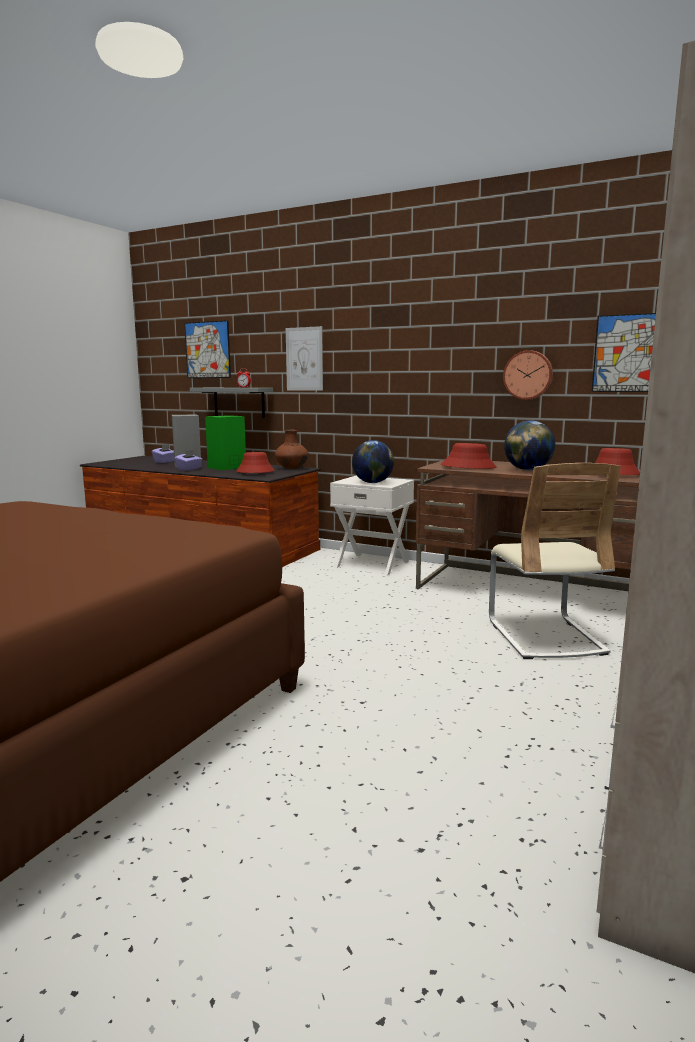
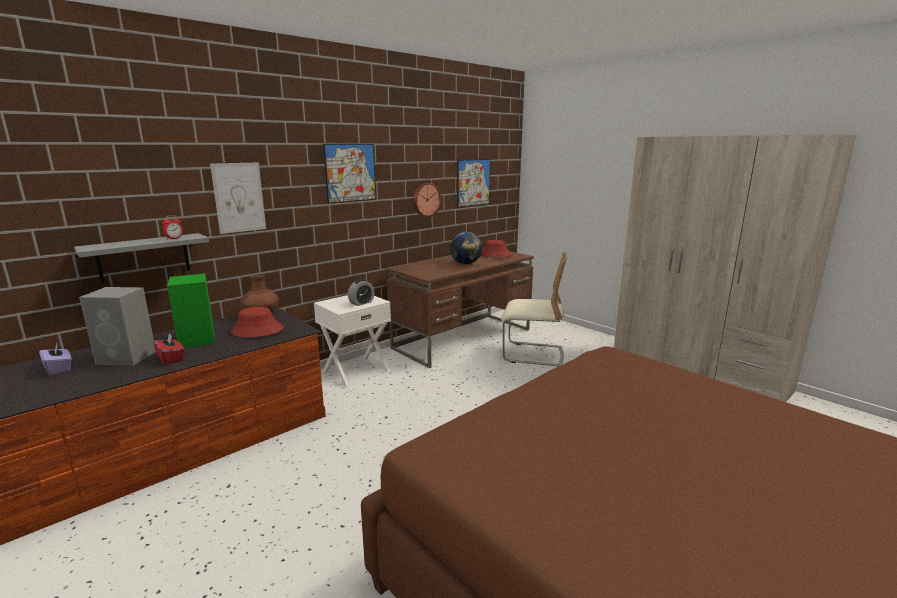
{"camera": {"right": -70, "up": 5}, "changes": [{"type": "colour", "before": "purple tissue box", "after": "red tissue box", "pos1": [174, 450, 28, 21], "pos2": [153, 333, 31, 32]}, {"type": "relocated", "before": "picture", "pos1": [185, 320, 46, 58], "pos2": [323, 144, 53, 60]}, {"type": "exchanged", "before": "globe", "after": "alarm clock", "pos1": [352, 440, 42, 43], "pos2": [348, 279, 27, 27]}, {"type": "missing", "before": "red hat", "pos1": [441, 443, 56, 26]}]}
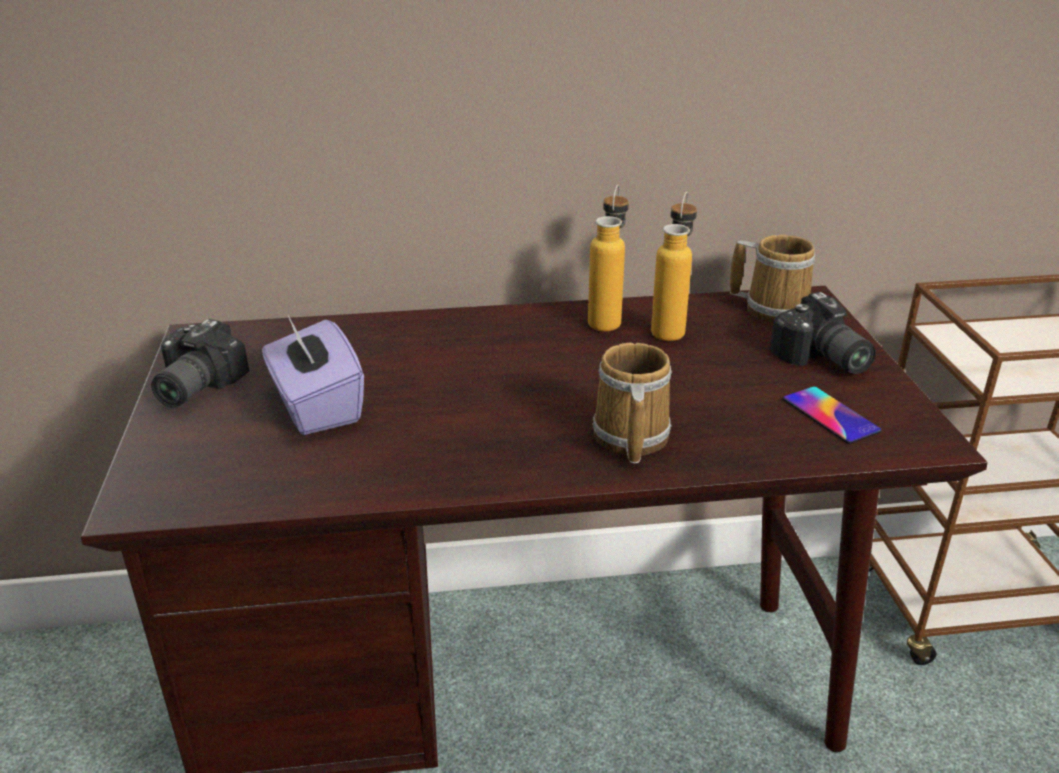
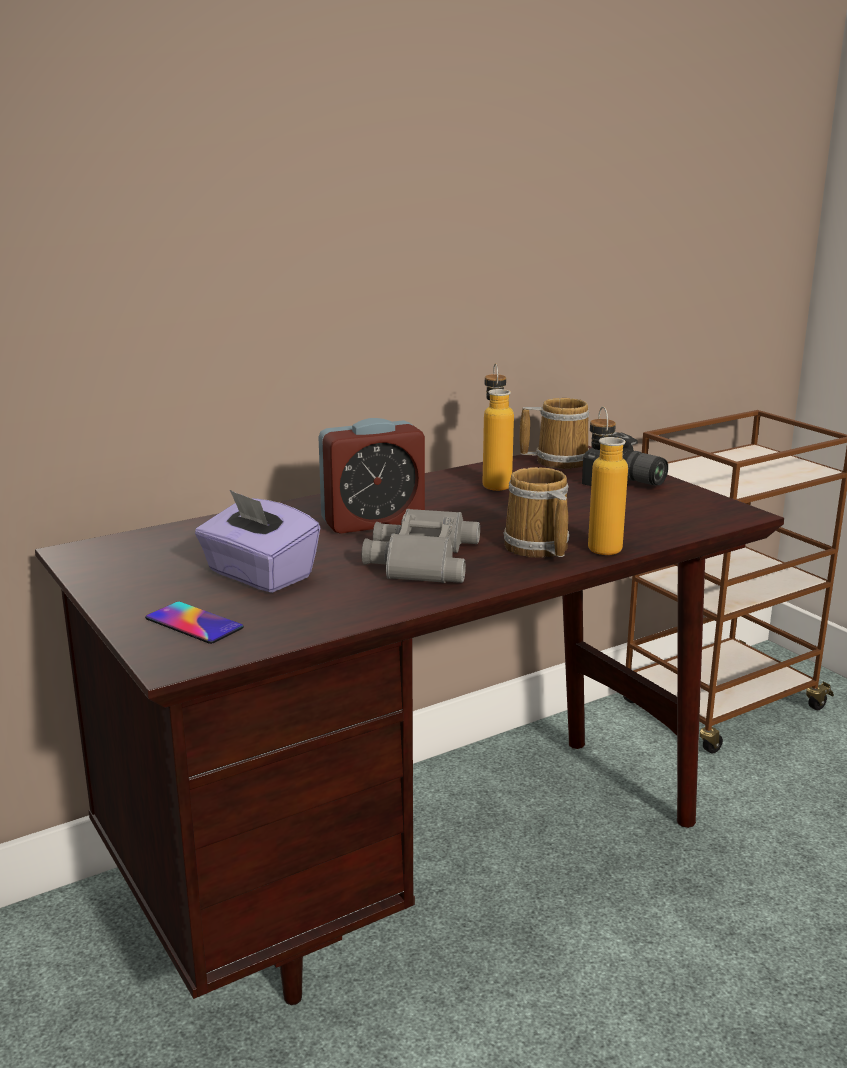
{"camera": {"right": -25, "up": -10}, "changes": [{"type": "relocated", "before": "phone", "pos1": [783, 387, 99, 57], "pos2": [145, 602, 99, 42]}, {"type": "appeared", "after": "alarm clock", "pos2": [318, 418, 107, 116]}, {"type": "appeared", "after": "grey binoculars", "pos2": [361, 509, 119, 74]}, {"type": "relocated", "before": "bottle", "pos1": [588, 184, 41, 148], "pos2": [588, 406, 40, 149]}, {"type": "missing", "before": "photo camera", "pos1": [151, 319, 98, 89]}]}
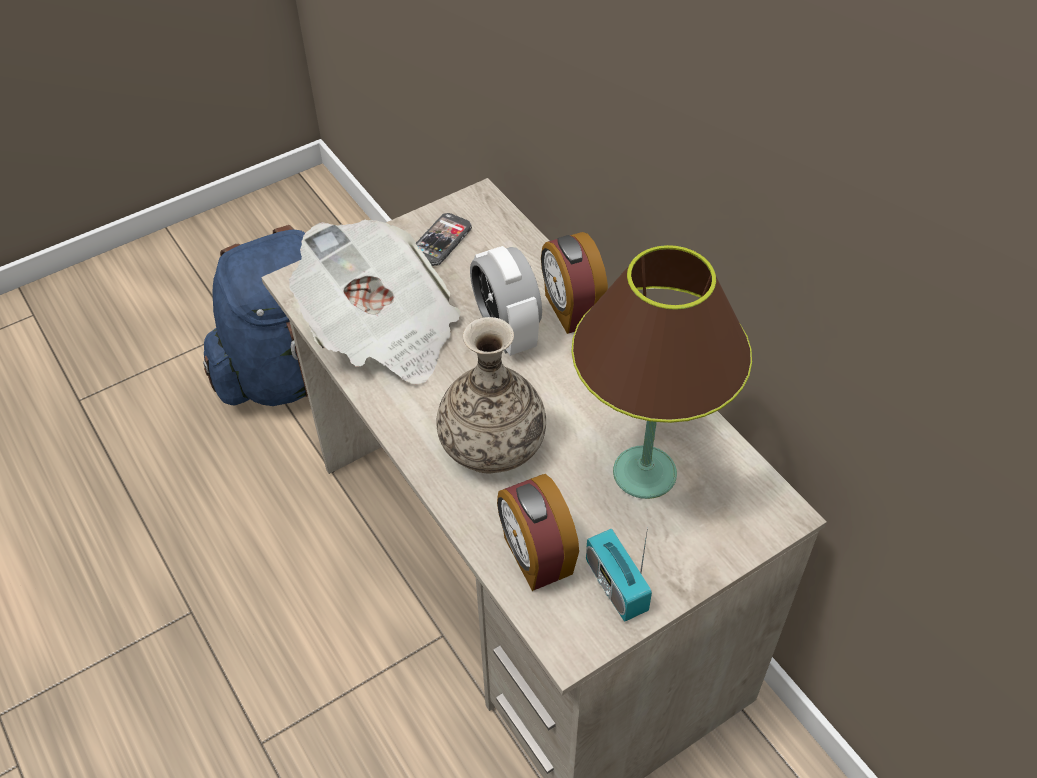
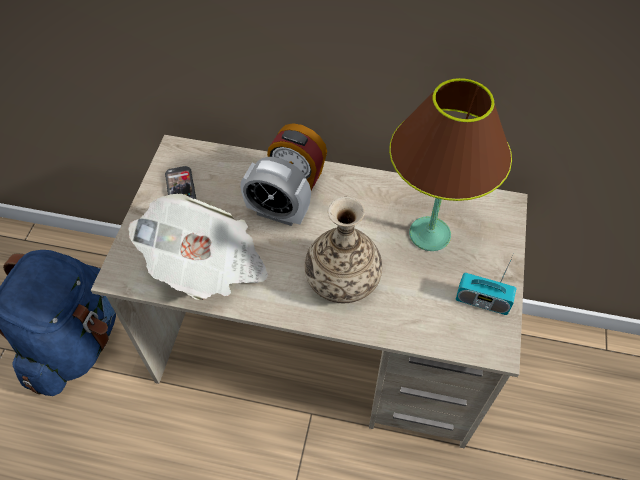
{"camera": {"right": -45, "up": 5}, "changes": [{"type": "missing", "before": "alarm clock", "pos1": [497, 474, 82, 117]}]}
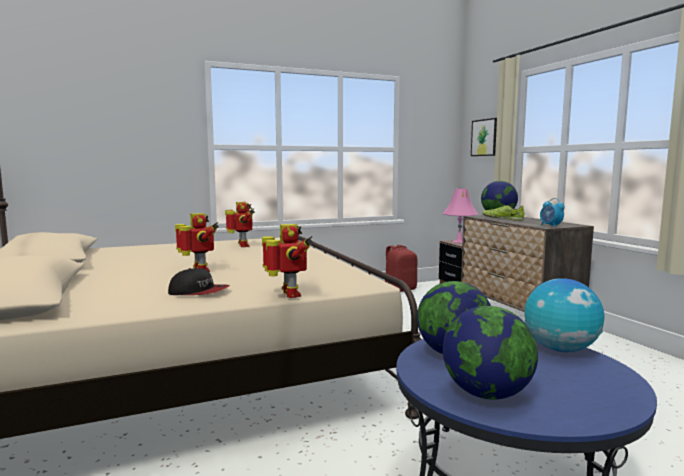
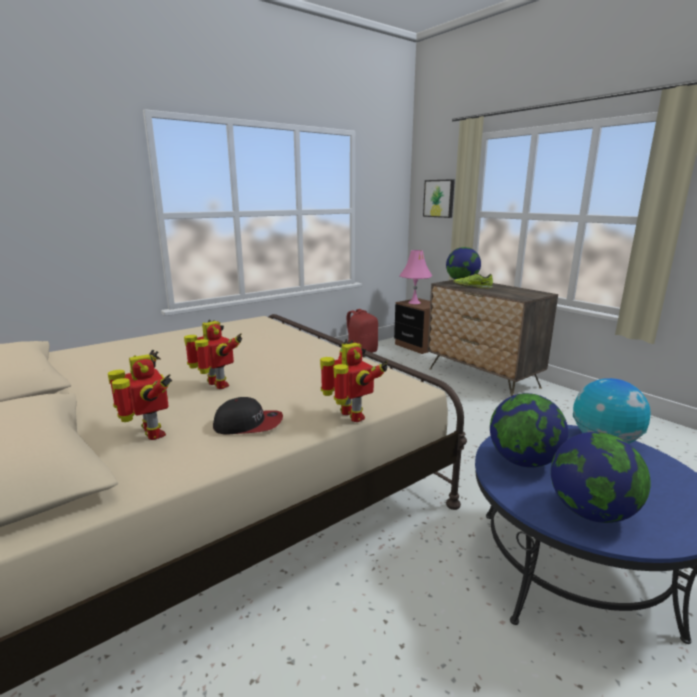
{"camera": {"right": -15, "up": 10}, "changes": [{"type": "relocated", "before": "toy robot", "pos1": [225, 202, 30, 45], "pos2": [108, 349, 64, 91]}, {"type": "missing", "before": "alarm clock", "pos1": [540, 198, 25, 29]}]}
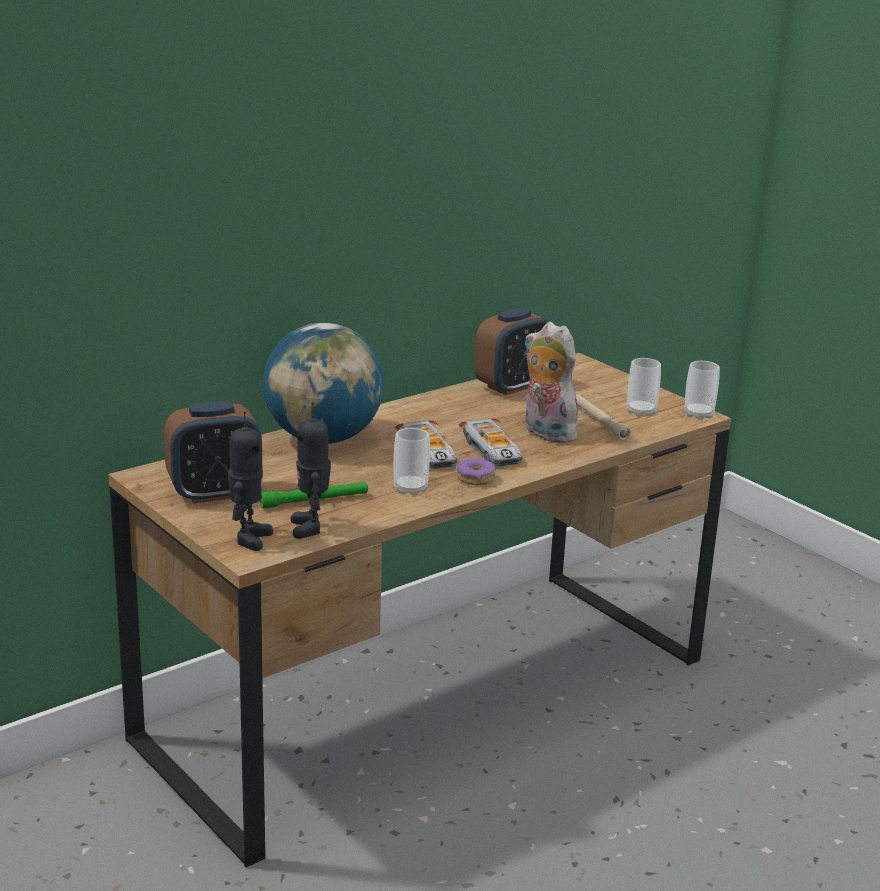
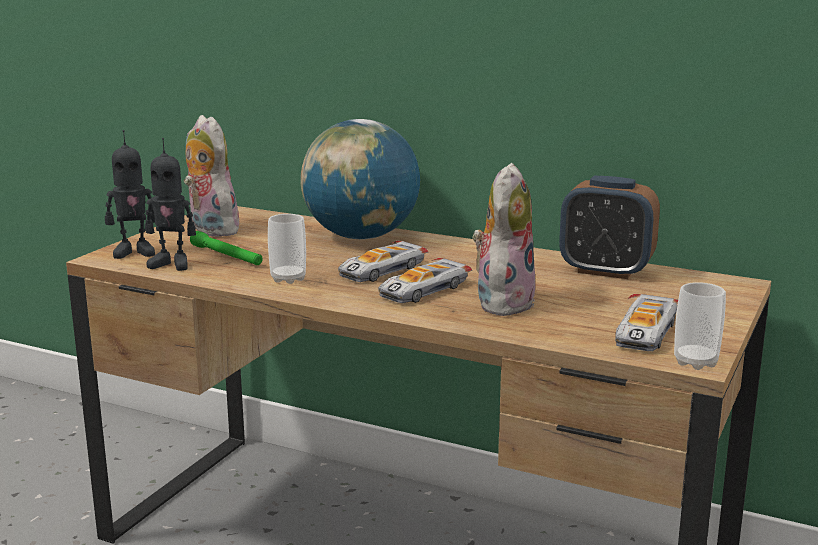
{"camera": {"right": 65, "up": -5}, "changes": [{"type": "spun", "before": "toy robot", "pos1": [291, 402, 40, 137], "pos2": [145, 138, 51, 133], "turn": -135}, {"type": "exchanged", "before": "alarm clock", "after": "plush toy", "pos1": [164, 401, 98, 102], "pos2": [184, 115, 55, 122]}, {"type": "exchanged", "before": "cup", "after": "toy car", "pos1": [627, 358, 34, 59], "pos2": [615, 294, 63, 57]}, {"type": "missing", "before": "donut", "pos1": [457, 458, 39, 27]}, {"type": "missing", "before": "beige flashlight", "pos1": [576, 395, 55, 46]}]}
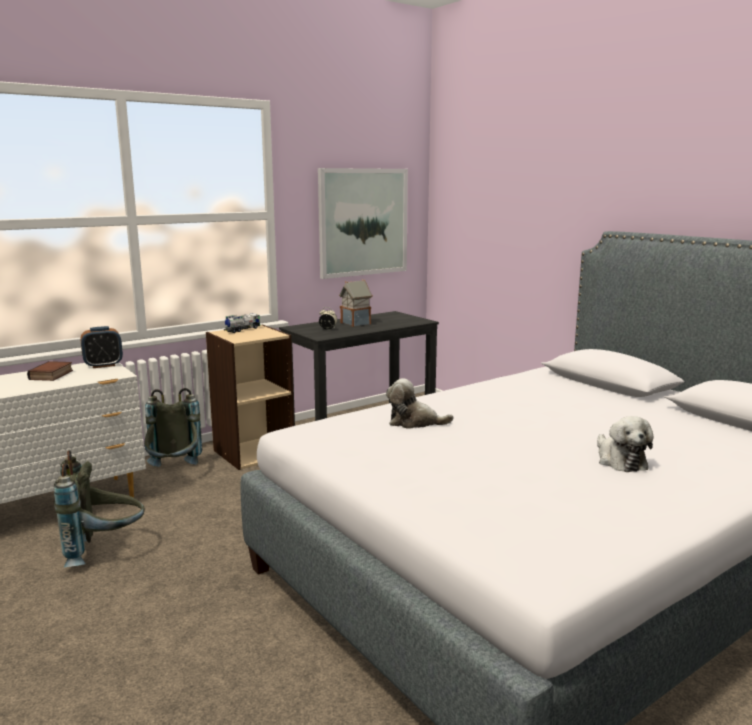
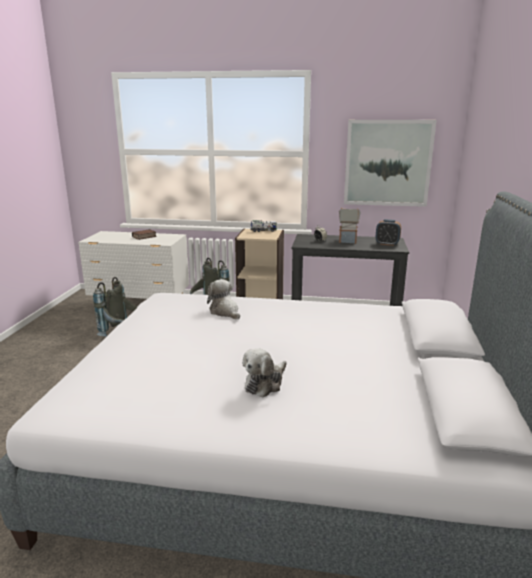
{"camera": {"right": 45, "up": 5}, "changes": [{"type": "relocated", "before": "alarm clock", "pos1": [81, 326, 42, 42], "pos2": [376, 219, 25, 27]}]}
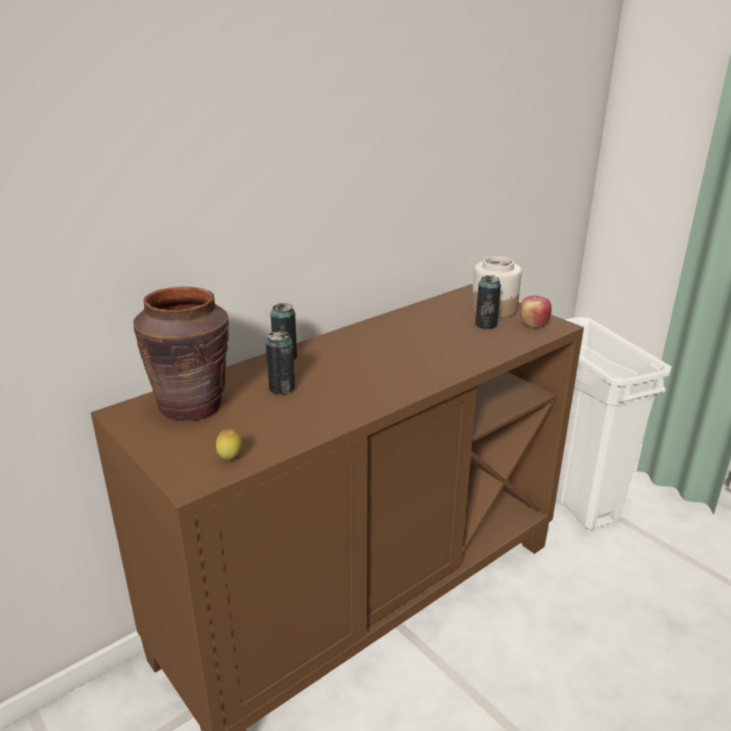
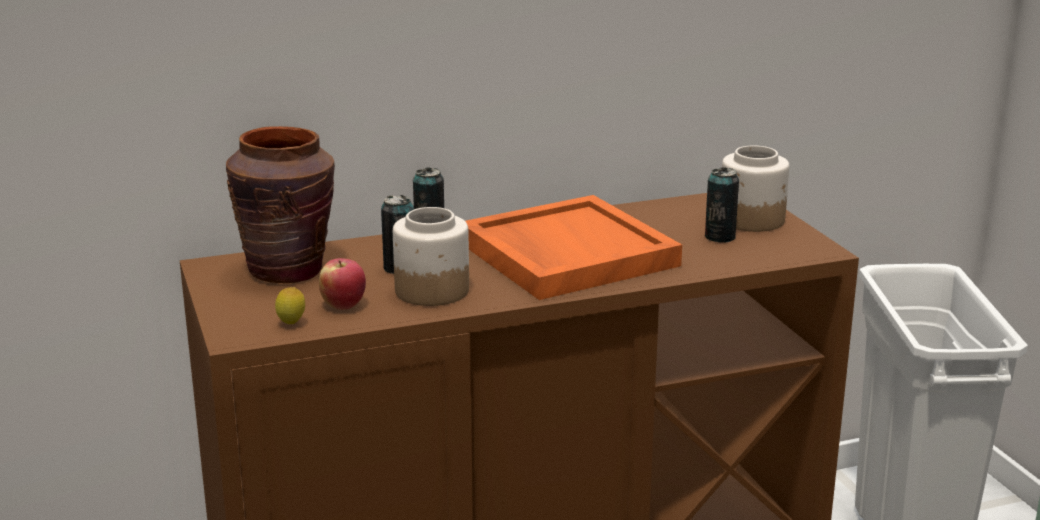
{"camera": {"right": 20, "up": -5}, "changes": [{"type": "relocated", "before": "apple", "pos1": [520, 295, 31, 33], "pos2": [319, 258, 47, 52]}, {"type": "appeared", "after": "jar", "pos2": [393, 207, 76, 99]}, {"type": "appeared", "after": "orange tray", "pos2": [465, 195, 217, 105]}]}
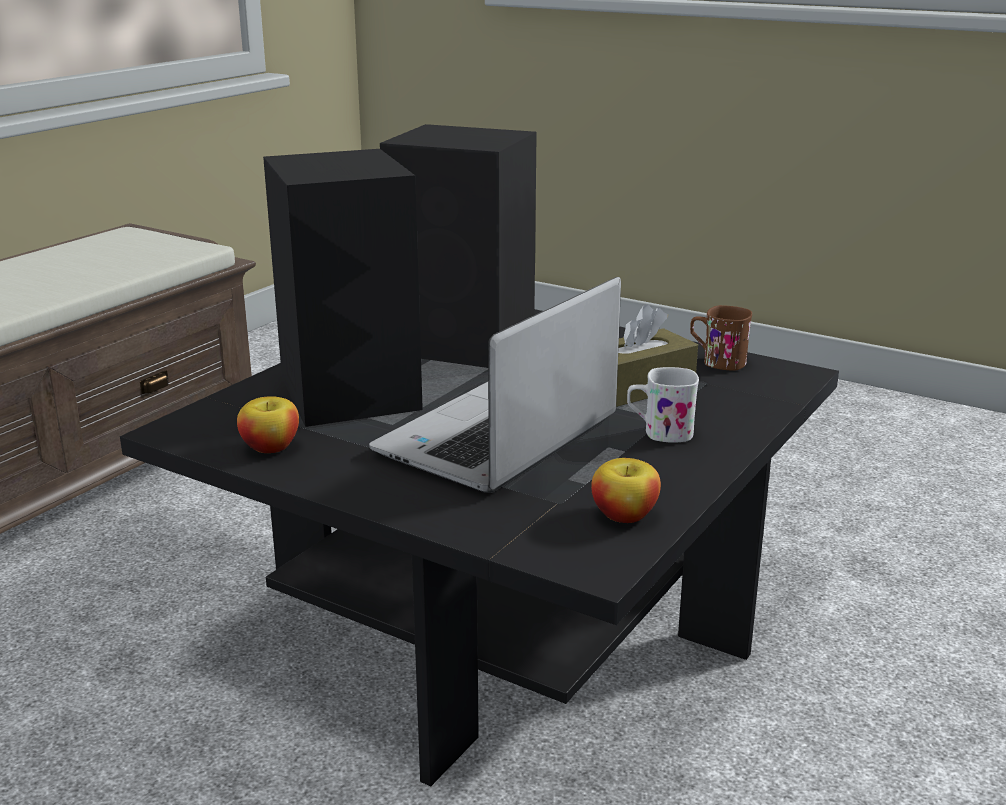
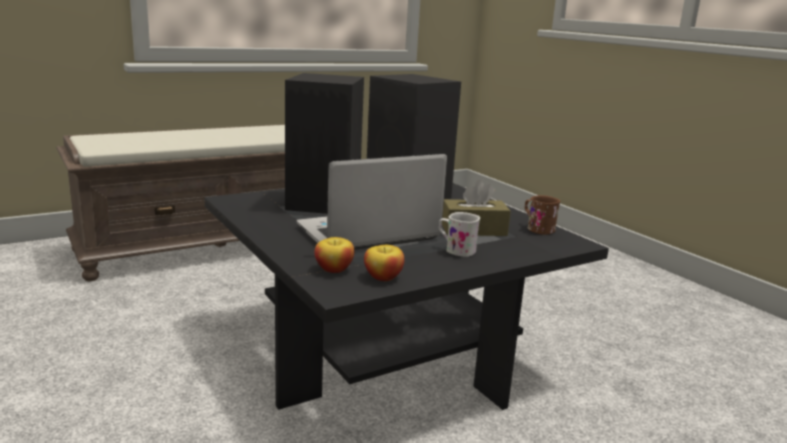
{"camera": {"right": 25, "up": -5}, "changes": [{"type": "relocated", "before": "apple", "pos1": [237, 396, 62, 57], "pos2": [315, 237, 39, 36]}]}
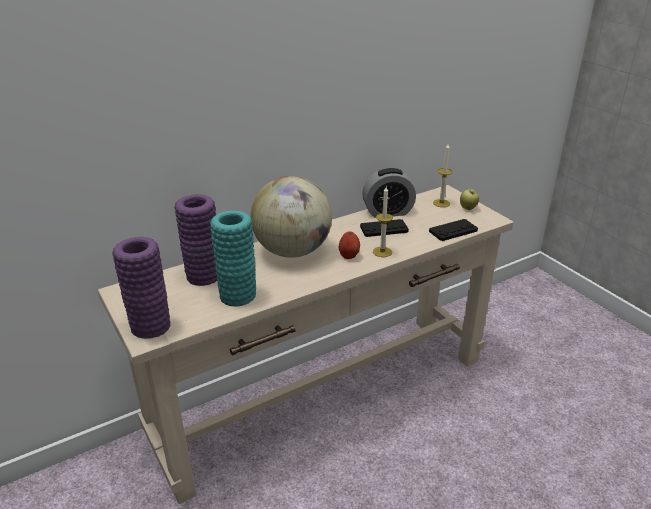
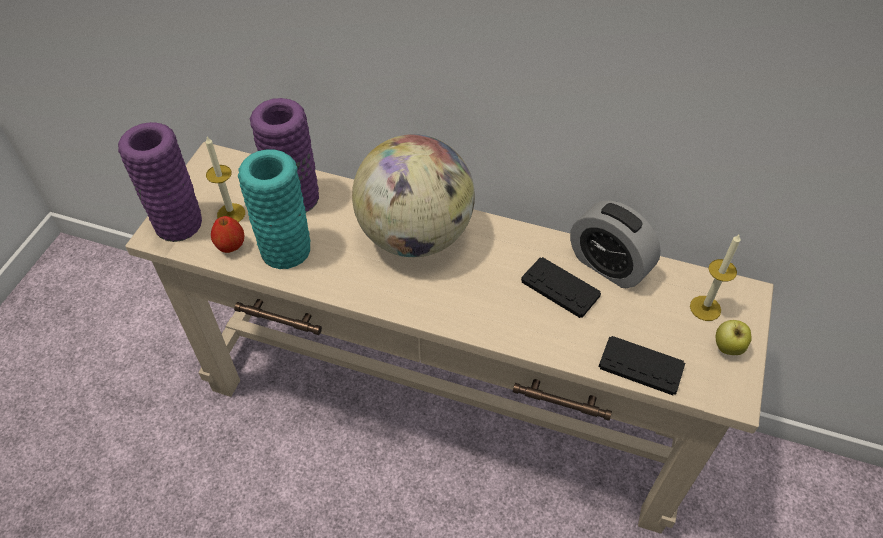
{"camera": {"right": 50, "up": 20}, "changes": [{"type": "relocated", "before": "candle", "pos1": [373, 187, 20, 70], "pos2": [205, 137, 40, 85]}, {"type": "relocated", "before": "apple", "pos1": [339, 231, 21, 28], "pos2": [211, 216, 34, 37]}]}
